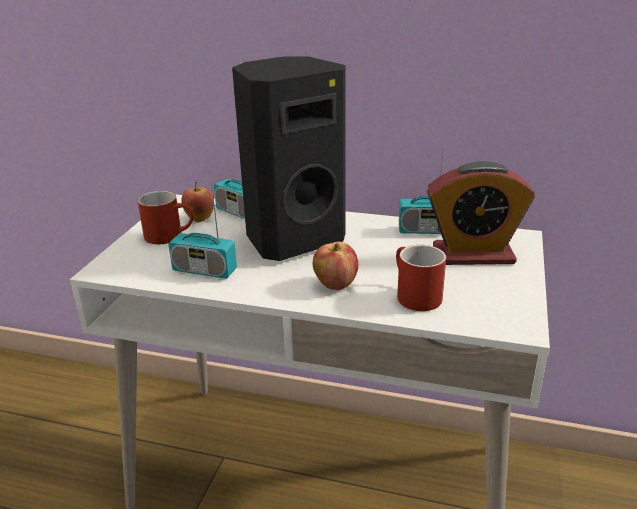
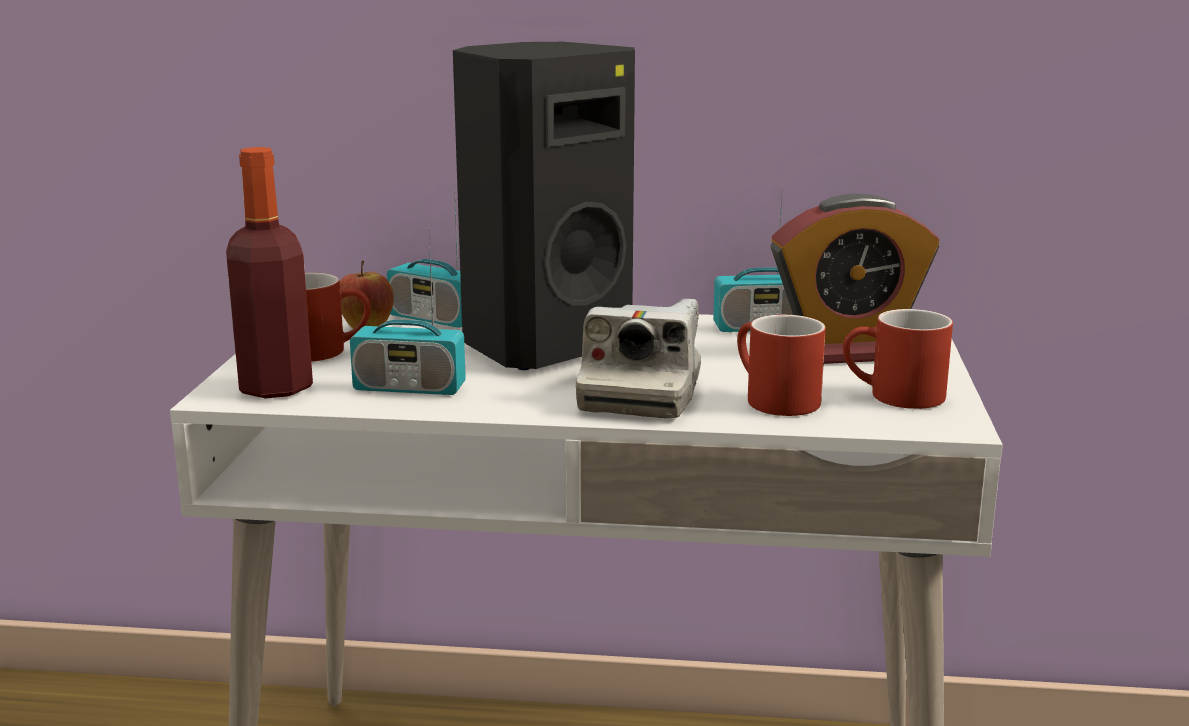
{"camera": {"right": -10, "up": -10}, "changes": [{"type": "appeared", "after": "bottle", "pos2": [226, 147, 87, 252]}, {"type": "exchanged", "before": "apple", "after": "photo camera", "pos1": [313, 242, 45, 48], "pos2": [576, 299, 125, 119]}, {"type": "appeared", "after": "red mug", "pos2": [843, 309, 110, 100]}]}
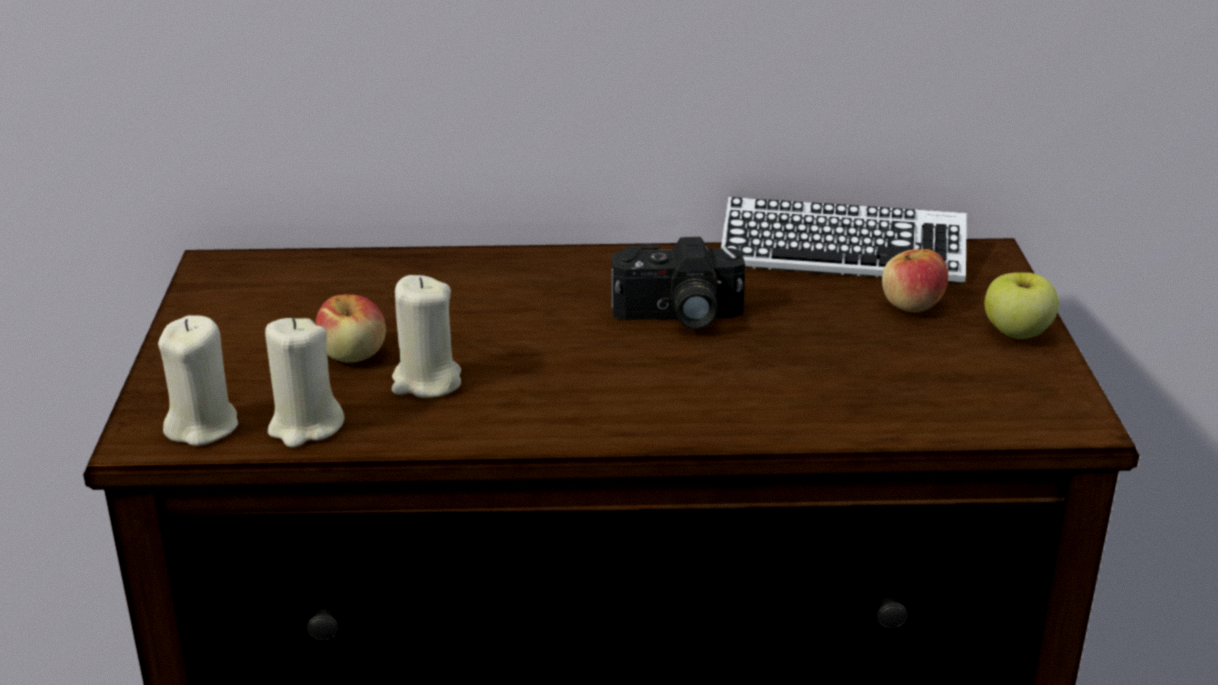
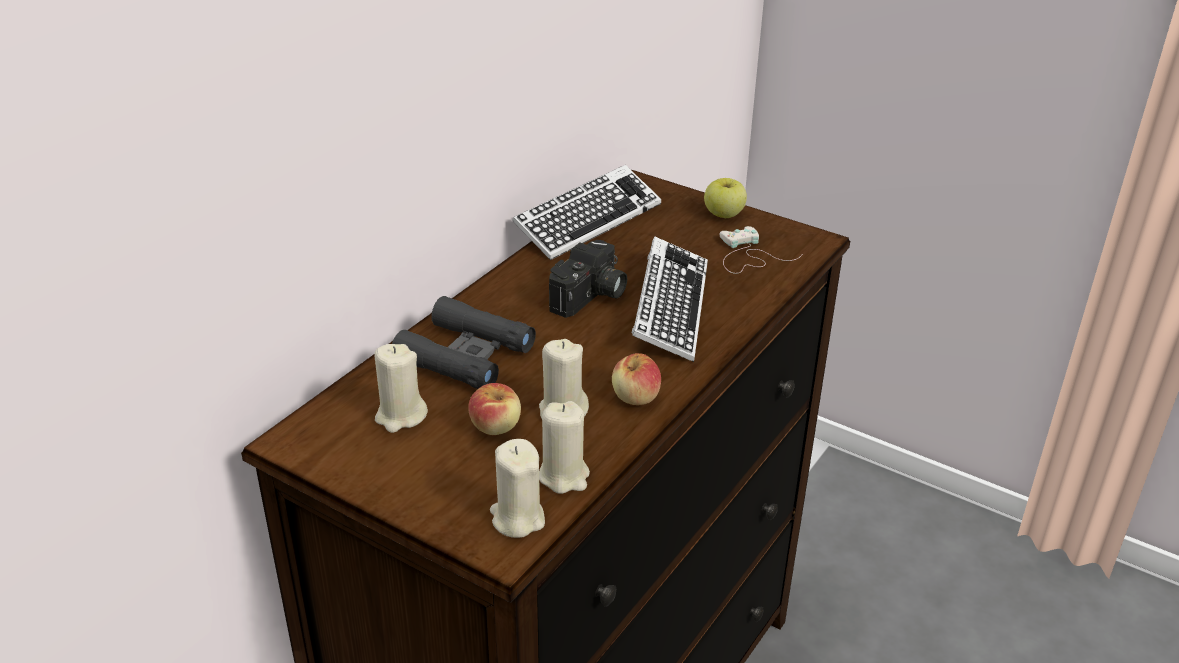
{"camera": {"right": -55, "up": 5}, "changes": [{"type": "appeared", "after": "beige candle", "pos2": [374, 344, 54, 89]}, {"type": "appeared", "after": "black binoculars", "pos2": [392, 296, 144, 93]}, {"type": "relocated", "before": "apple", "pos1": [882, 249, 66, 64], "pos2": [612, 353, 49, 52]}, {"type": "appeared", "after": "keyboard", "pos2": [632, 237, 76, 125]}, {"type": "appeared", "after": "white game controller", "pos2": [720, 226, 83, 48]}]}
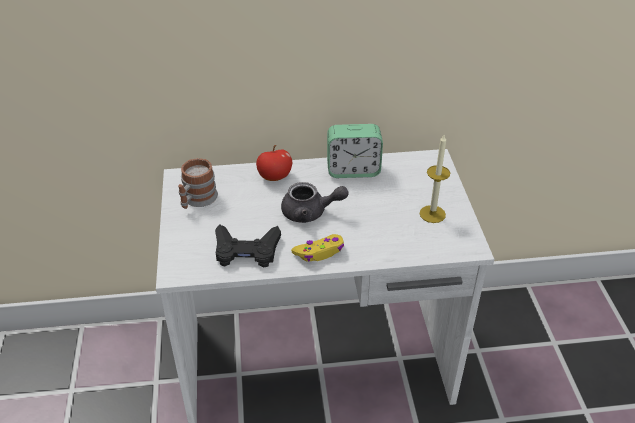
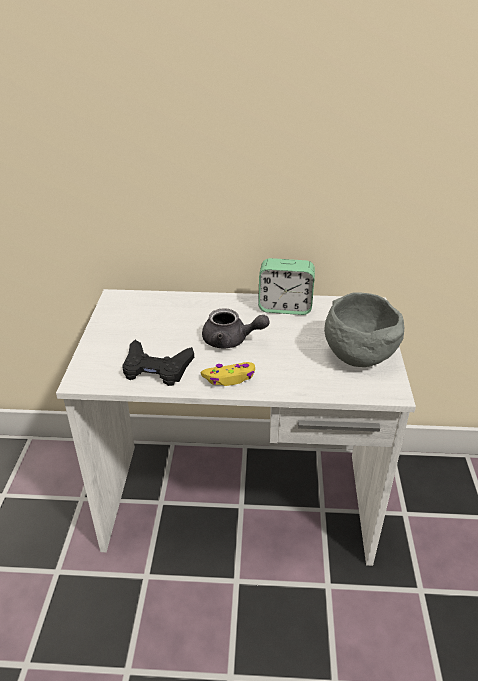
{"camera": {"right": 10, "up": -5}, "changes": [{"type": "exchanged", "before": "candle", "after": "grey bowl", "pos1": [420, 135, 30, 88], "pos2": [324, 292, 80, 75]}, {"type": "missing", "before": "mug", "pos1": [178, 158, 40, 51]}, {"type": "missing", "before": "apple", "pos1": [256, 145, 36, 36]}]}
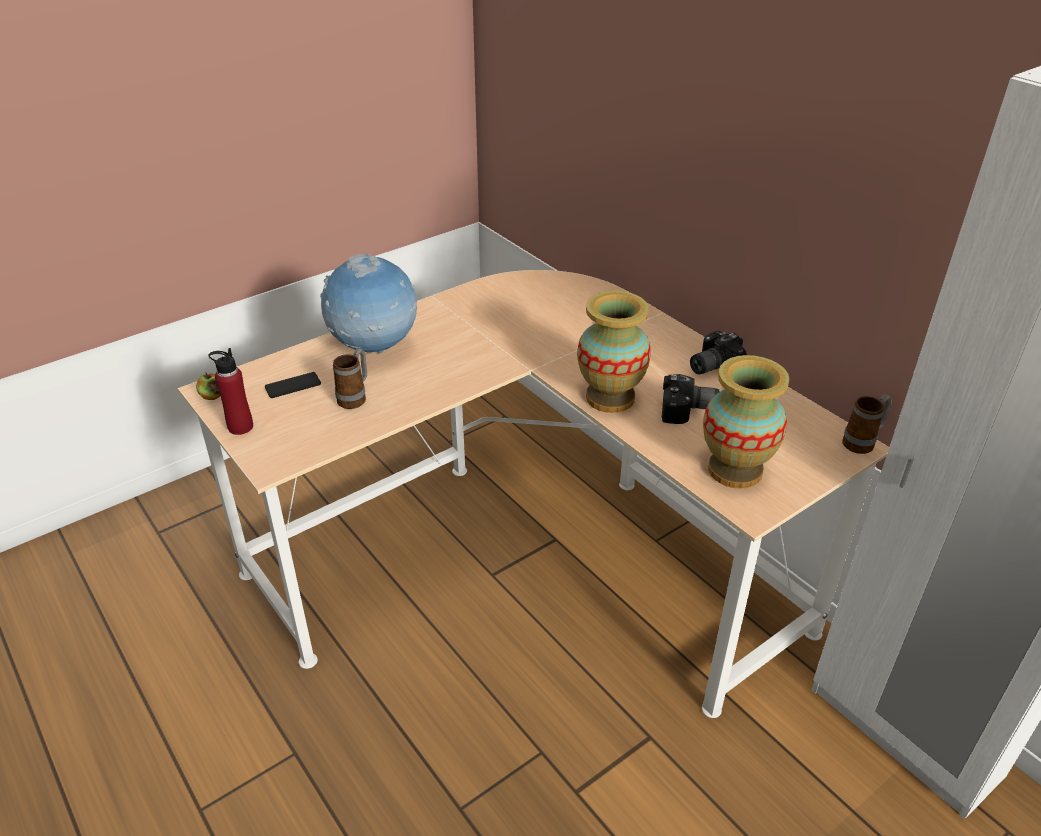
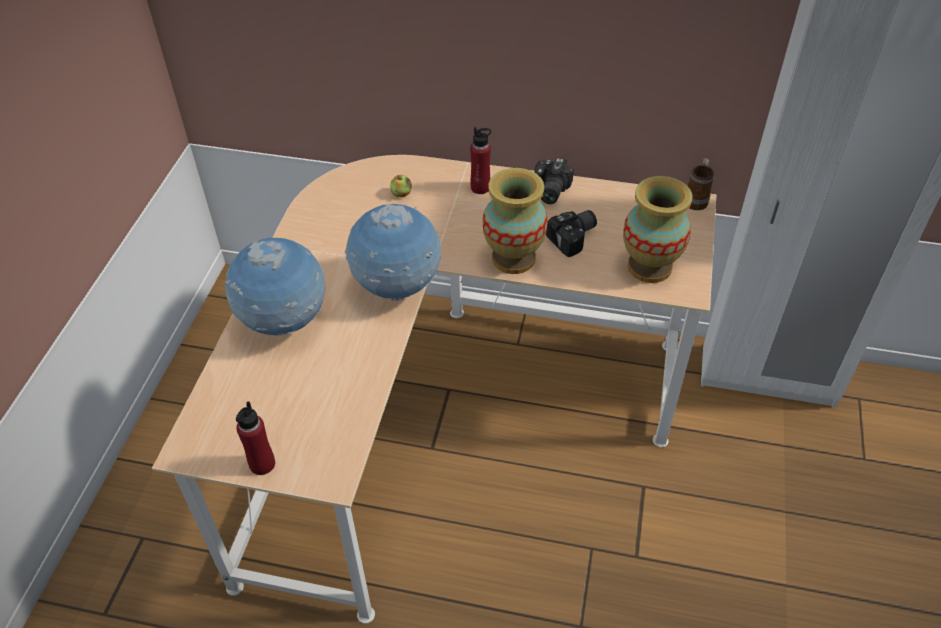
{"camera": {"right": -40, "up": 10}, "changes": [{"type": "appeared", "after": "globe", "pos2": [345, 204, 96, 97]}, {"type": "relocated", "before": "apple", "pos1": [196, 372, 24, 28], "pos2": [390, 175, 22, 22]}, {"type": "appeared", "after": "red bottle", "pos2": [470, 127, 21, 67]}, {"type": "missing", "before": "phone", "pos1": [265, 372, 56, 26]}, {"type": "missing", "before": "mug", "pos1": [333, 348, 34, 61]}]}
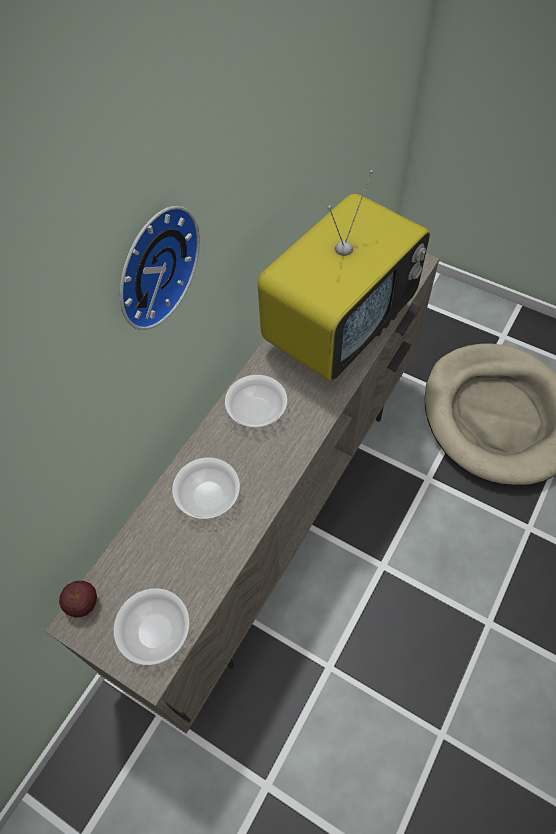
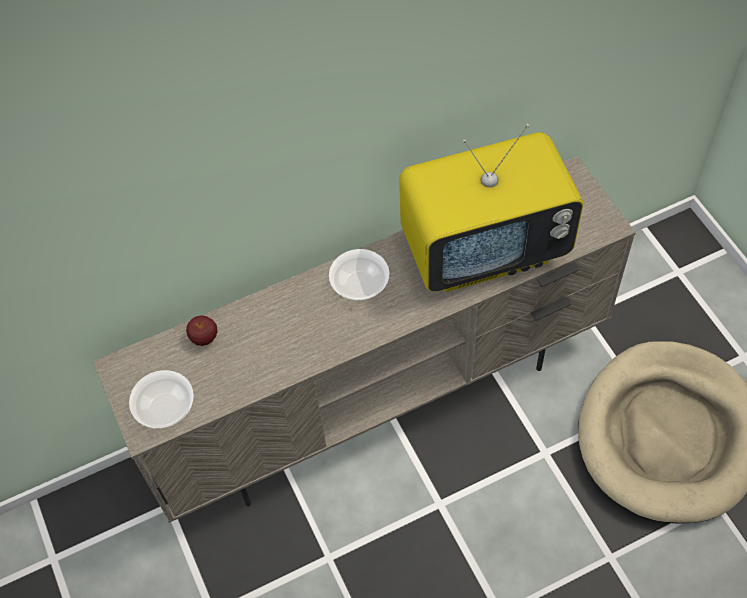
{"camera": {"right": 35, "up": 0}, "changes": [{"type": "relocated", "before": "apple", "pos1": [59, 581, 38, 36], "pos2": [186, 315, 32, 31]}, {"type": "missing", "before": "wall clock", "pos1": [120, 206, 80, 124]}, {"type": "missing", "before": "bowl", "pos1": [172, 458, 68, 61]}]}
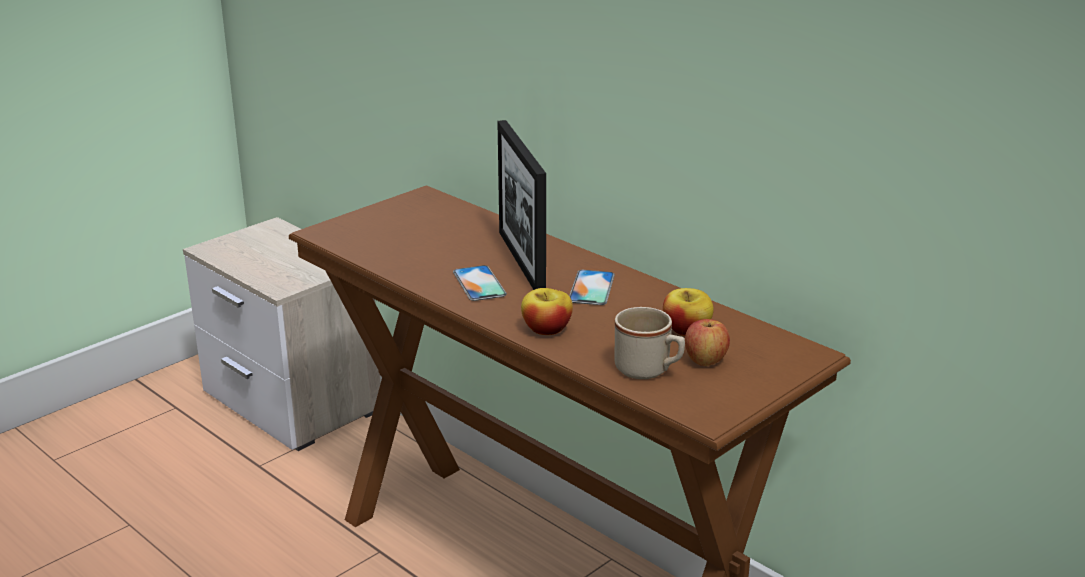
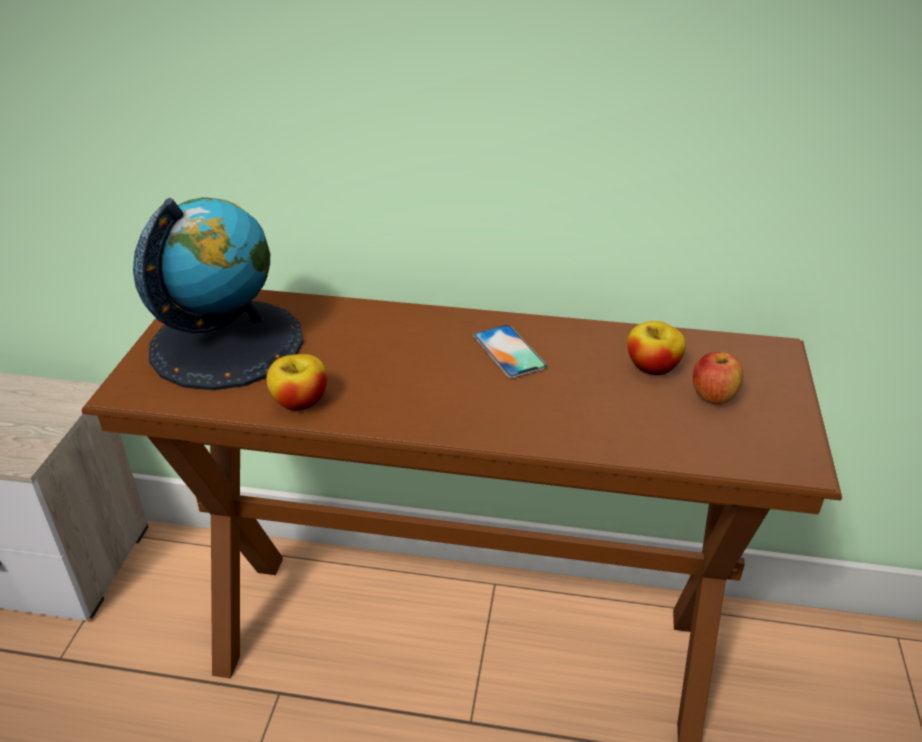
{"camera": {"right": -35, "up": 10}, "changes": [{"type": "appeared", "after": "globe", "pos2": [133, 197, 171, 193]}, {"type": "relocated", "before": "apple", "pos1": [521, 288, 52, 47], "pos2": [266, 354, 61, 57]}, {"type": "missing", "before": "phone", "pos1": [453, 265, 54, 36]}, {"type": "missing", "before": "picture frame", "pos1": [497, 120, 49, 170]}, {"type": "missing", "before": "beige mug", "pos1": [614, 307, 71, 72]}]}
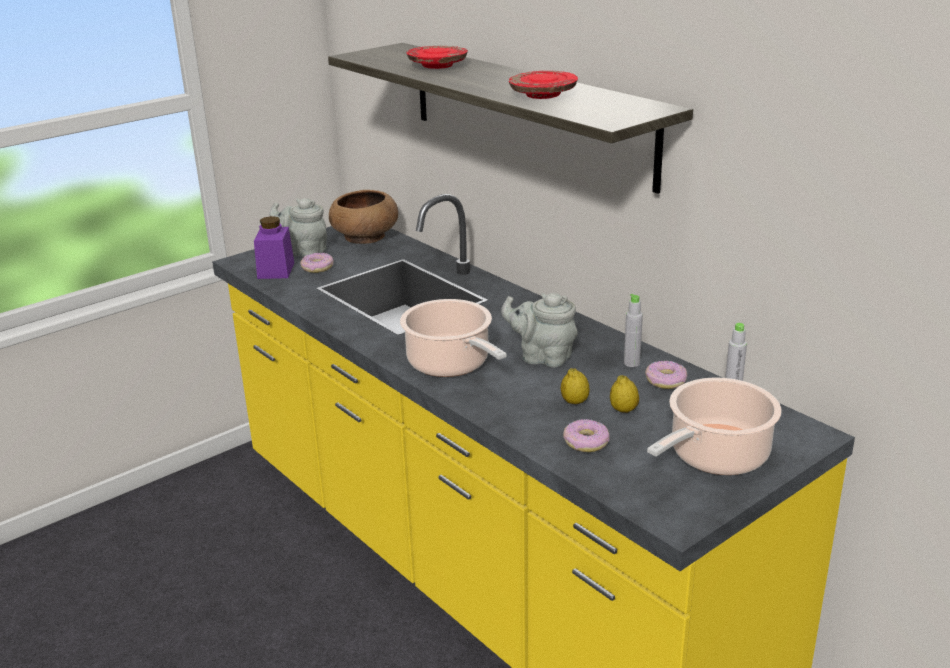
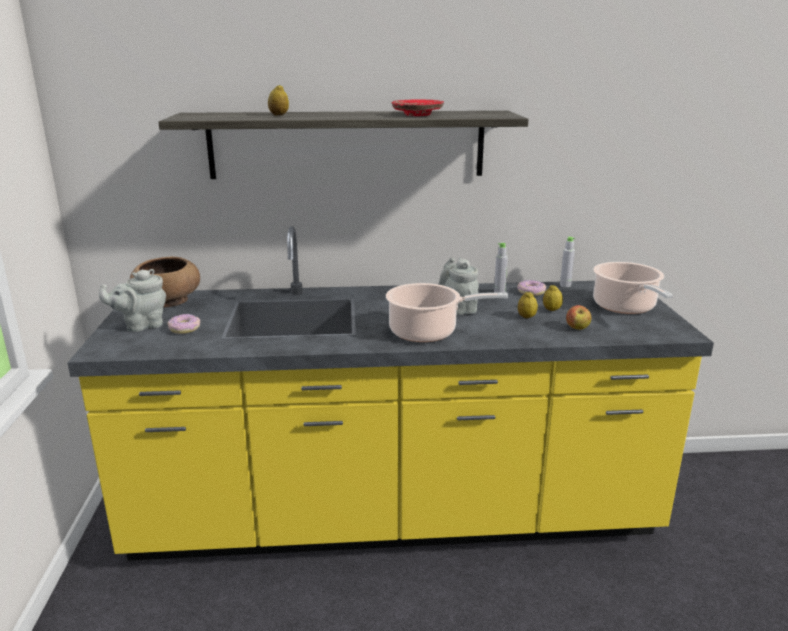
{"camera": {"right": -55, "up": -5}, "changes": [{"type": "exchanged", "before": "red plate", "after": "lemon", "pos1": [406, 46, 62, 23], "pos2": [268, 85, 21, 31]}, {"type": "spun", "before": "grey teapot", "pos1": [501, 293, 77, 74], "pos2": [439, 257, 40, 58], "turn": 105}, {"type": "exchanged", "before": "donut", "after": "apple", "pos1": [563, 419, 47, 33], "pos2": [566, 305, 25, 25]}, {"type": "missing", "before": "purple jar", "pos1": [254, 216, 40, 63]}]}
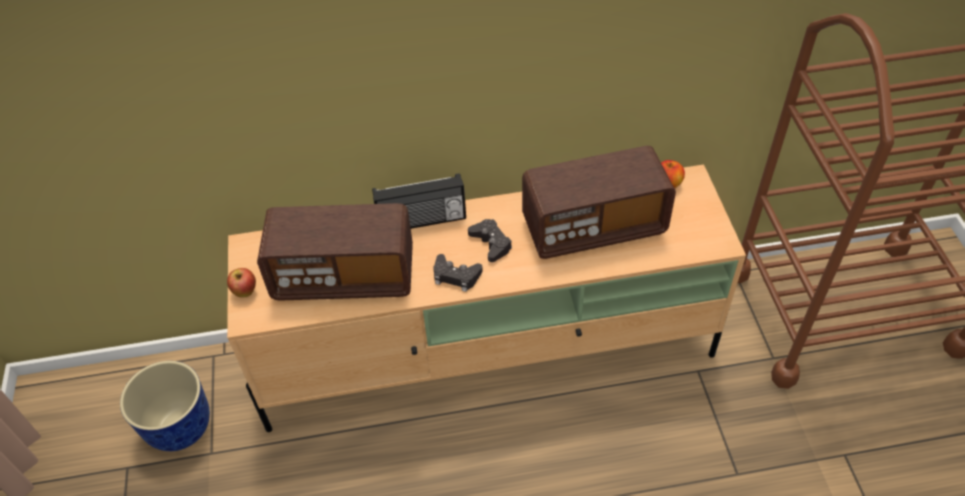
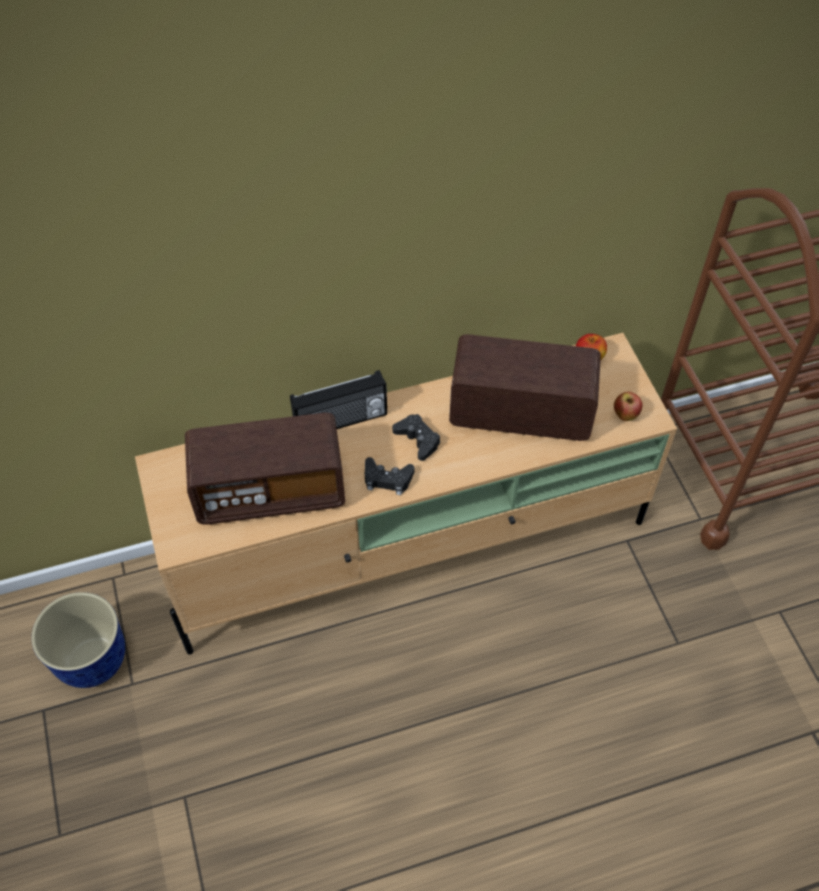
{"camera": {"right": -10, "up": 5}, "changes": [{"type": "spun", "before": "radio", "pos1": [522, 146, 154, 113], "pos2": [449, 334, 152, 107], "turn": -150}, {"type": "relocated", "before": "apple", "pos1": [227, 268, 29, 30], "pos2": [614, 392, 28, 29]}]}
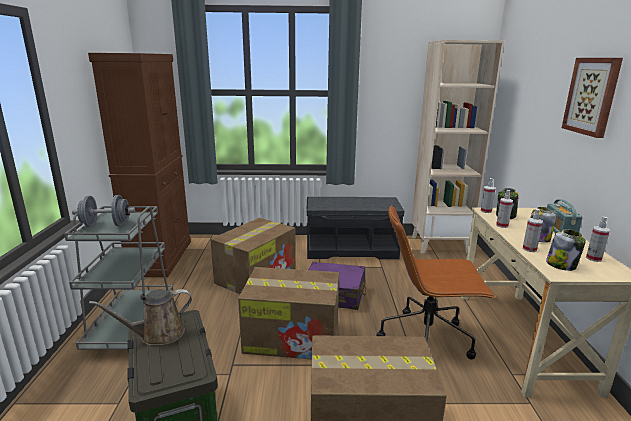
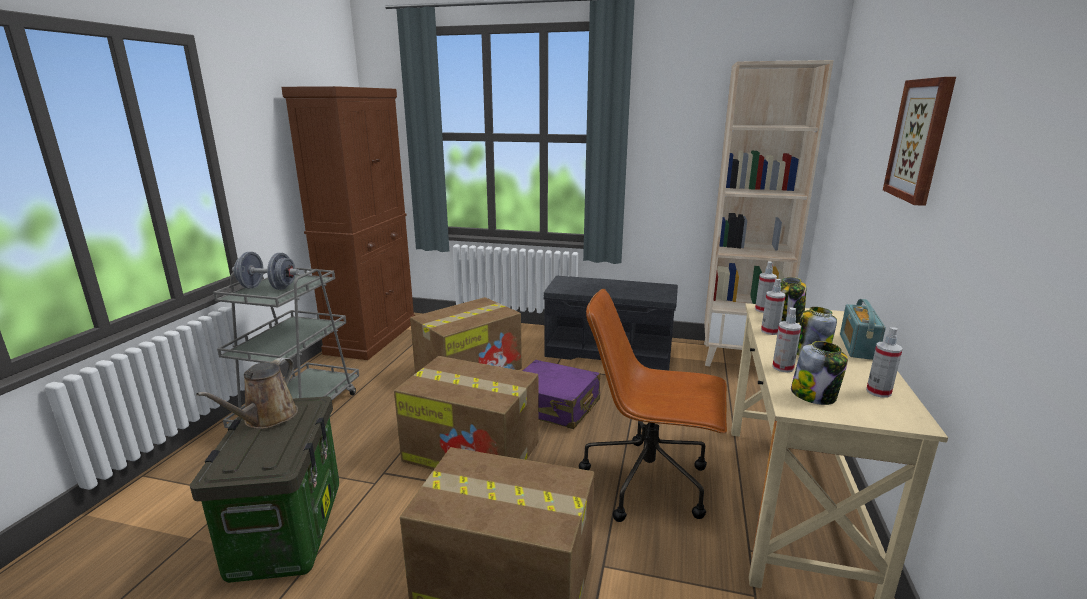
{"camera": {"right": 15, "up": 0}, "changes": [{"type": "spun", "before": "brown watering can", "pos1": [89, 289, 103, 56], "pos2": [196, 357, 102, 72], "turn": -60}]}
